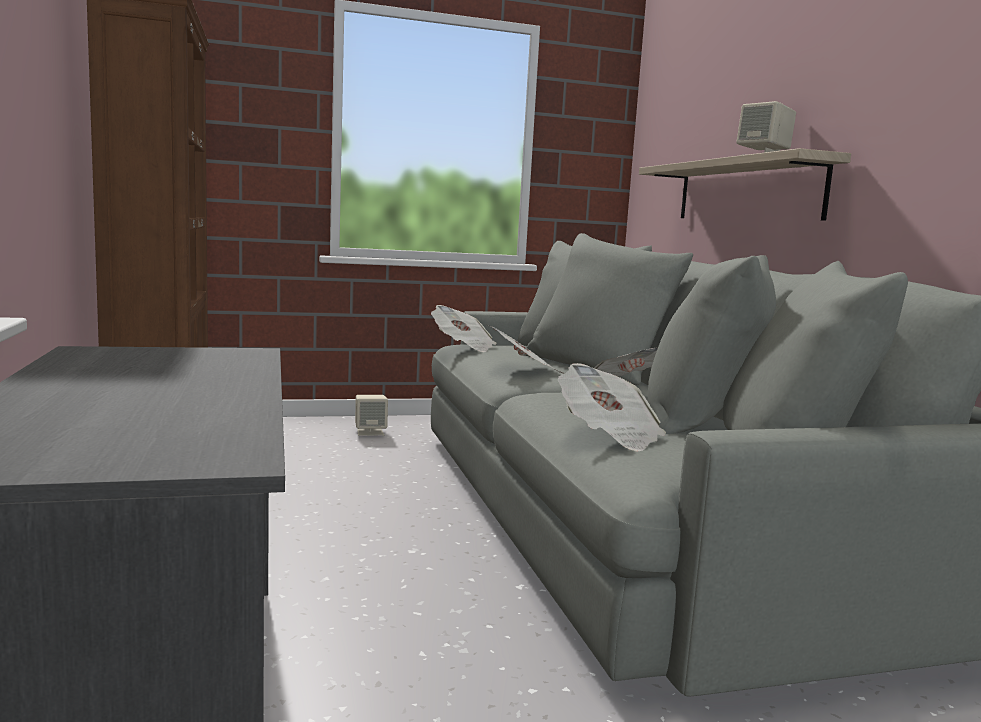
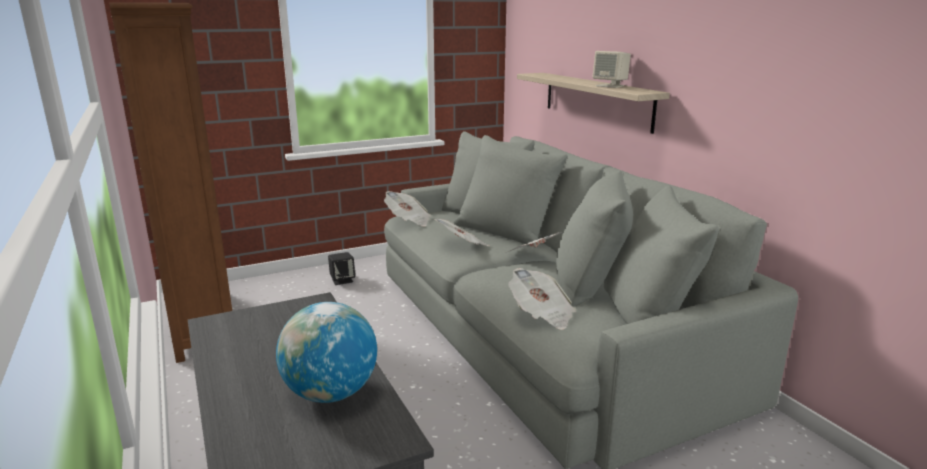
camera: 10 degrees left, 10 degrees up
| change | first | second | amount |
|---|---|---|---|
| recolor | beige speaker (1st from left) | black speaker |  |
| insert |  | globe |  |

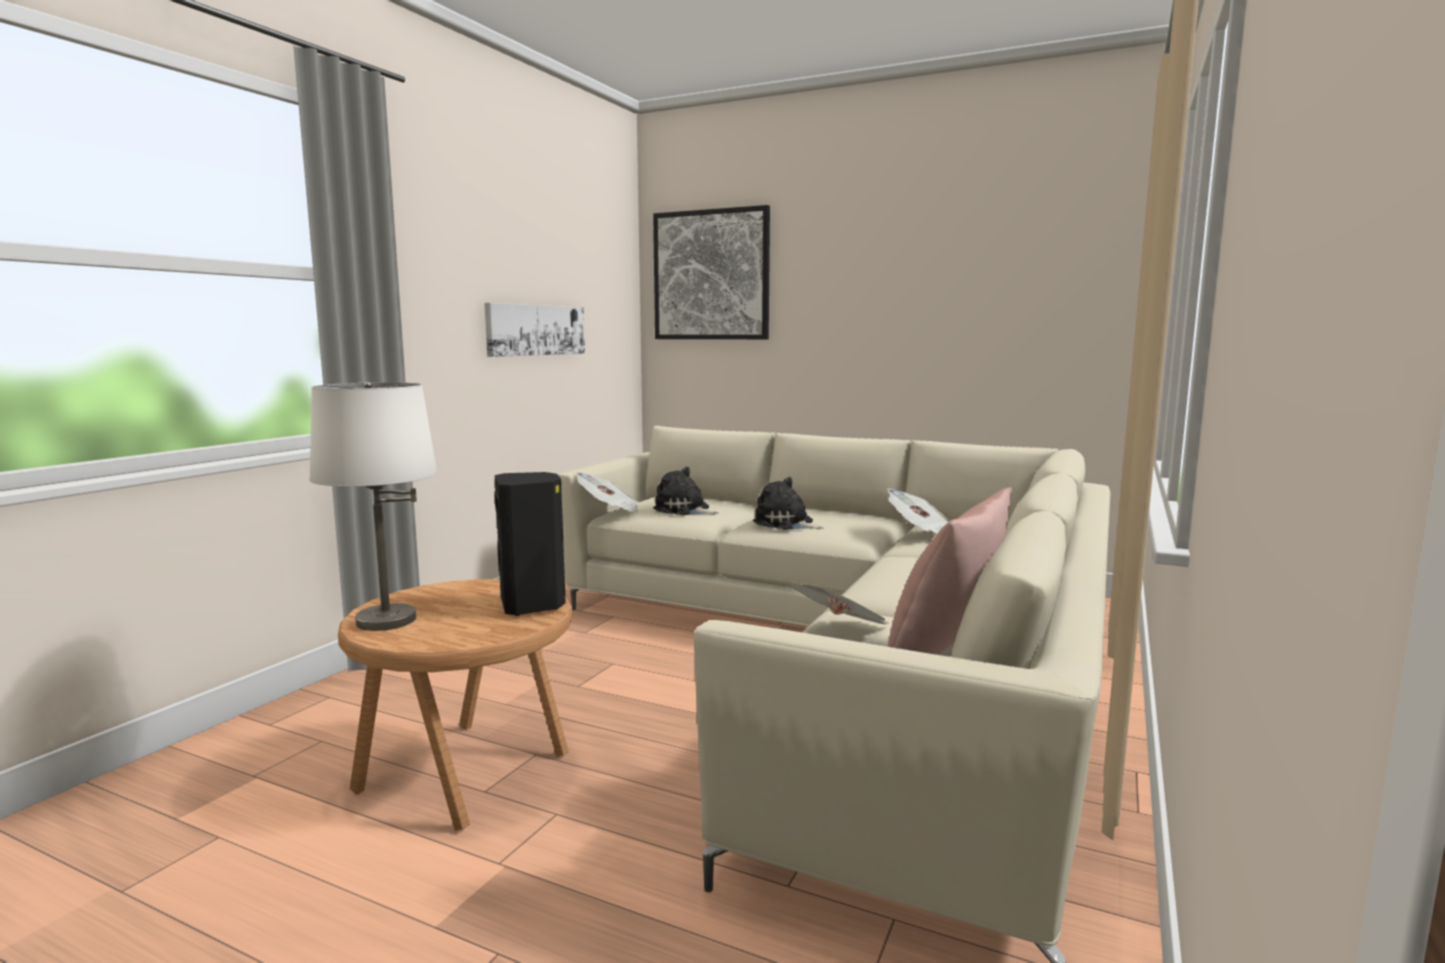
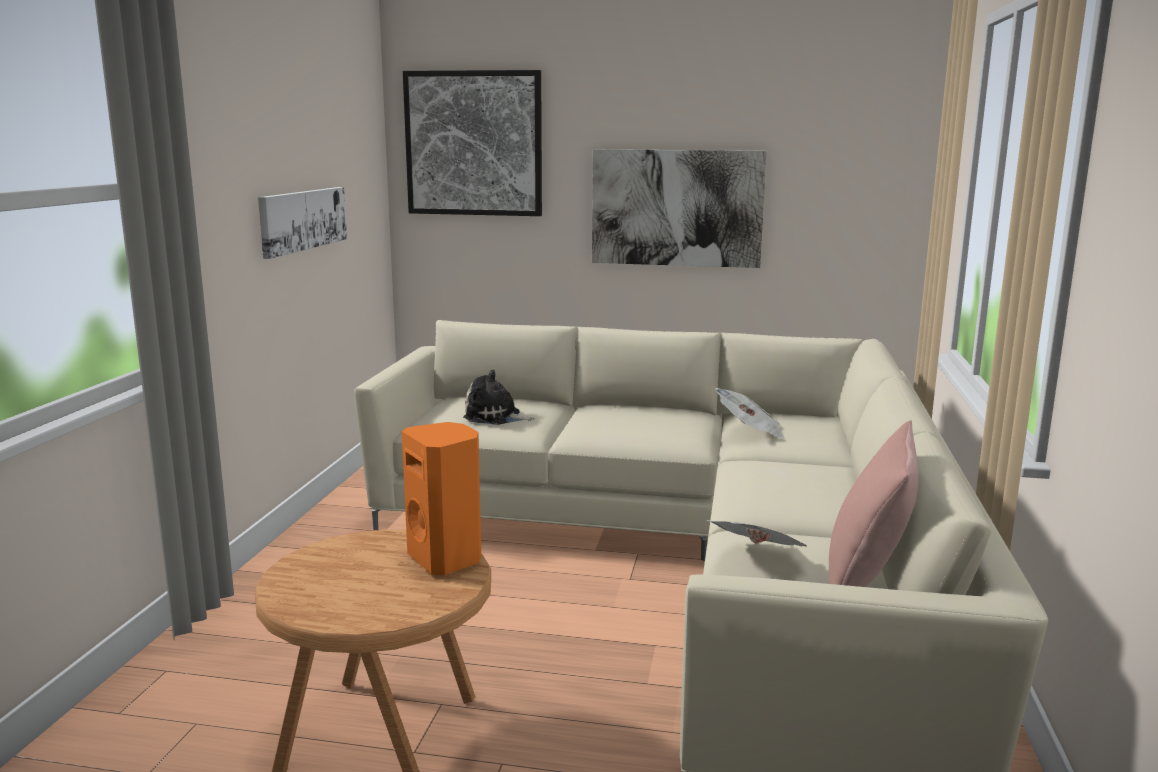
camera: 15 degrees left, 5 degrees up
| change | first | second | amount |
|---|---|---|---|
| delete | white table lamp |  |  |
| recolor | black speaker | orange speaker |  |
| delete | newspaper (1st from left) |  |  |
| delete | plush toy (2nd from left) |  |  |
| insert |  | picture (3rd from left) |  |

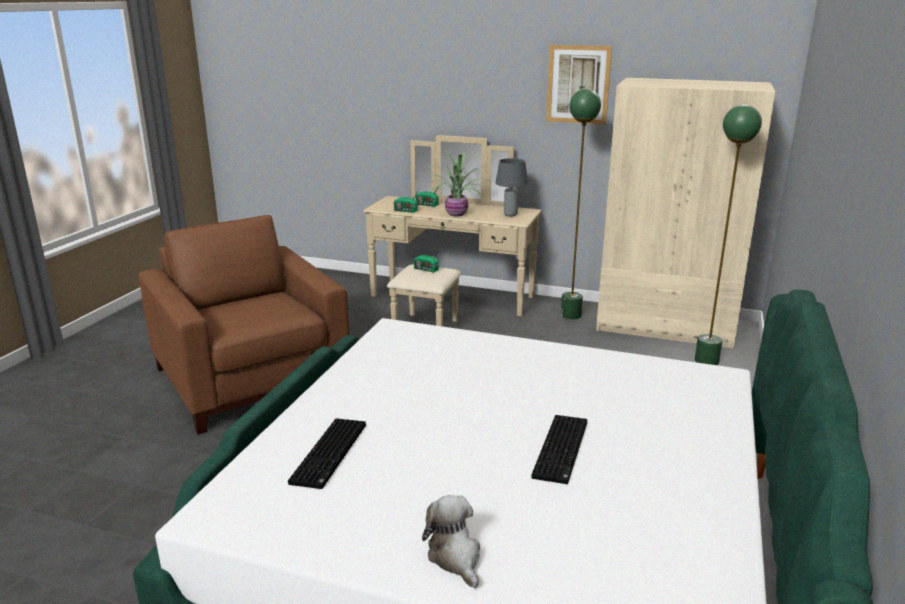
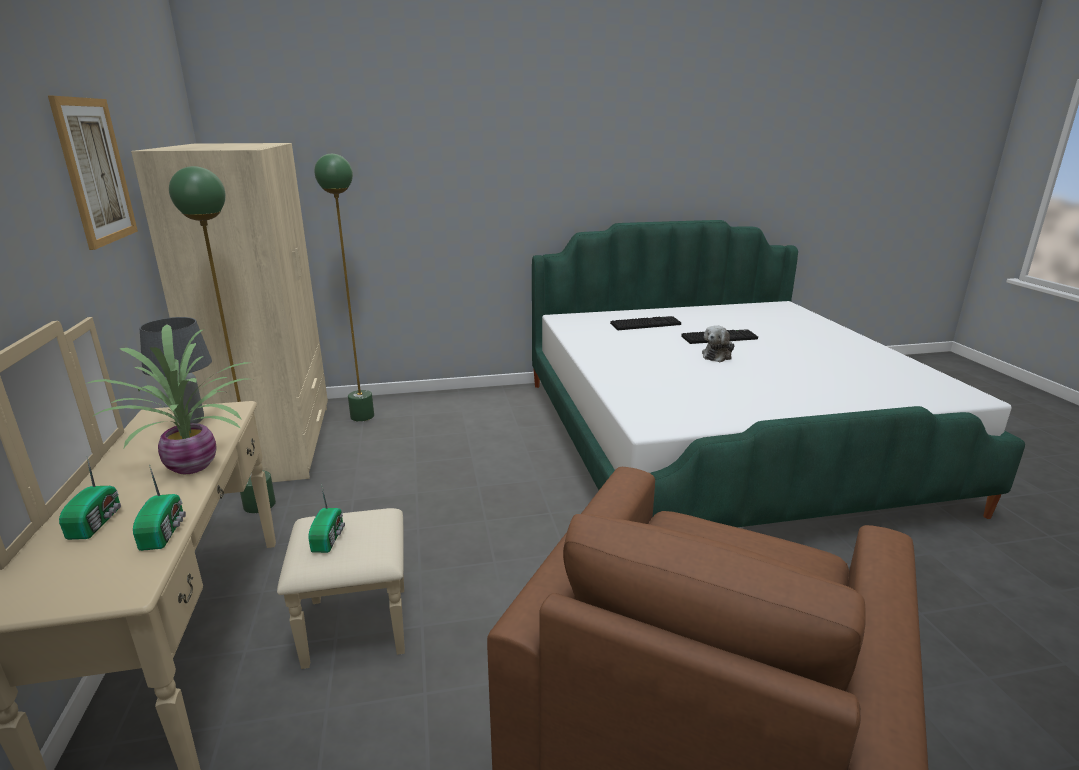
camera: 120 degrees left, 0 degrees up
| change | first | second | amount |
|---|---|---|---|
| move | keyboard (1st from left) |  |  |
| move | plush toy |  |  |

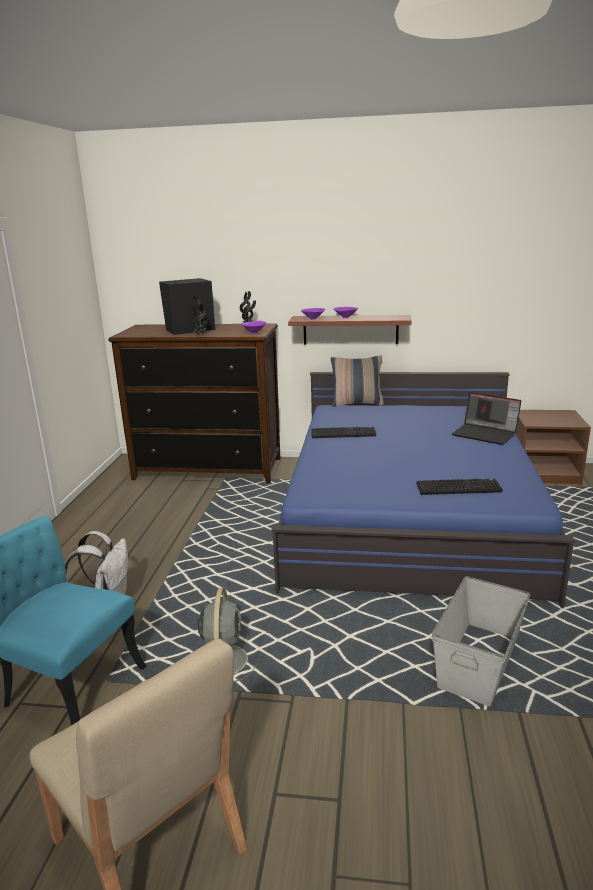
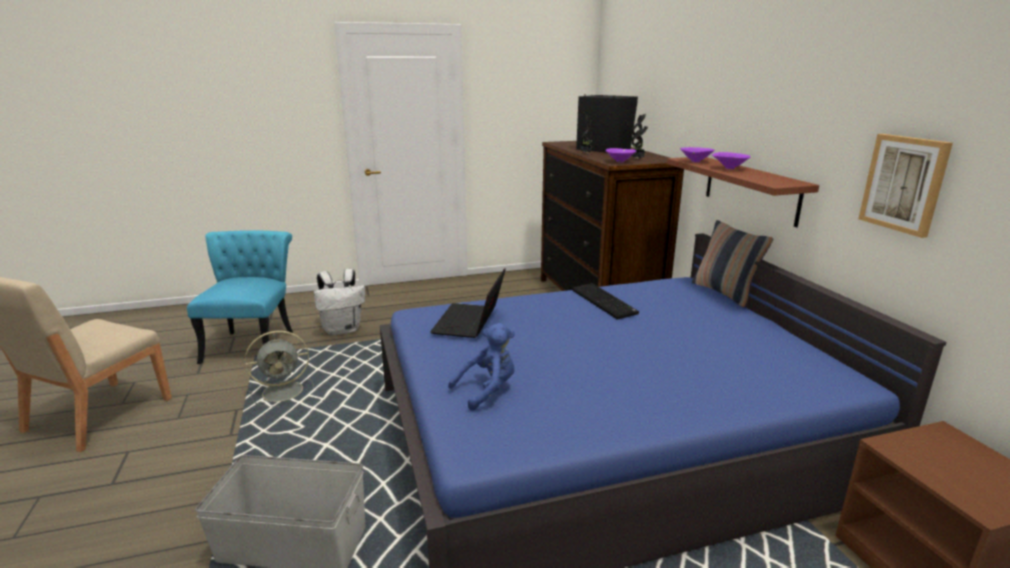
camera: 65 degrees right, 0 degrees up
| change | first | second | amount |
|---|---|---|---|
| move | laptop |  |  |
| replace | keyboard (2nd from left) | blue plush toy |  |
| insert |  | picture |  |

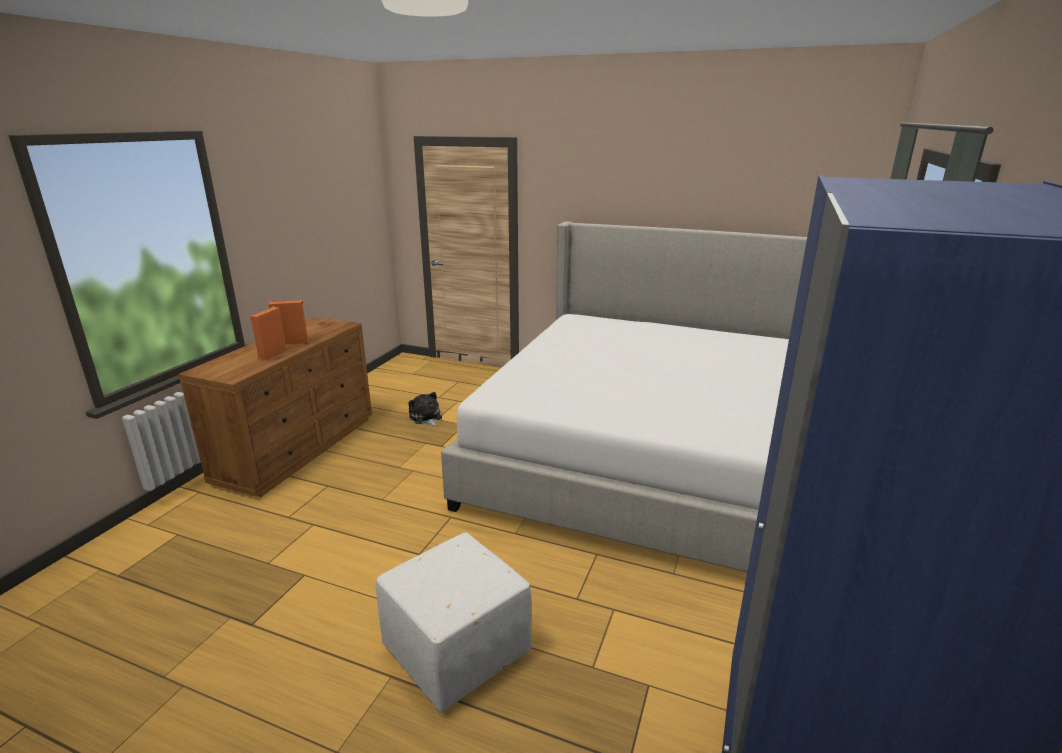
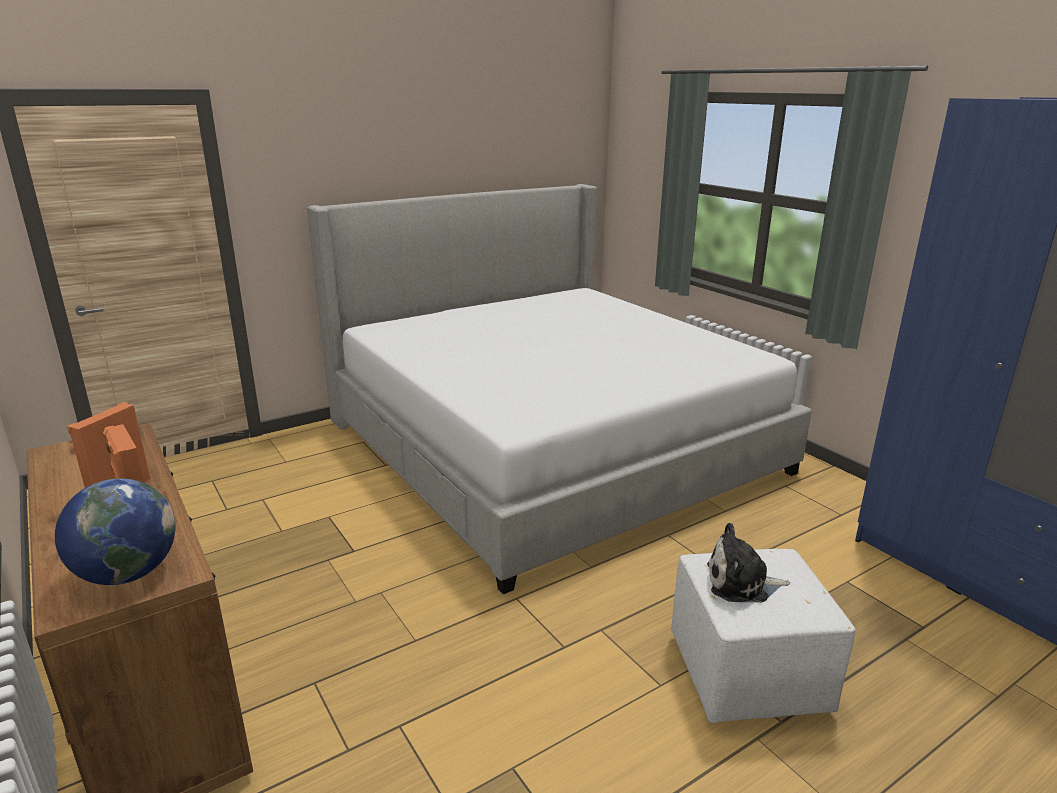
camera: 55 degrees left, 0 degrees up
| change | first | second | amount |
|---|---|---|---|
| move | plush toy |  |  |
| insert |  | globe |  |

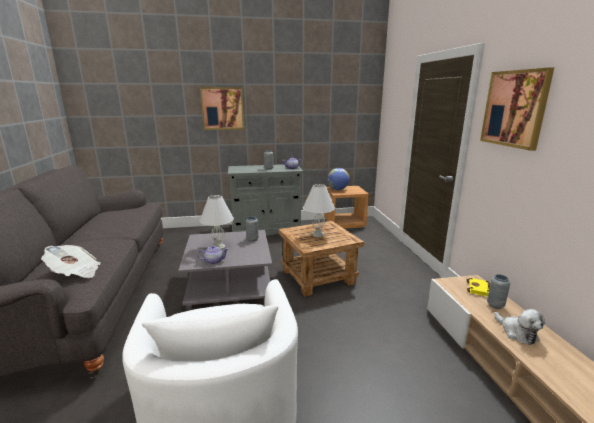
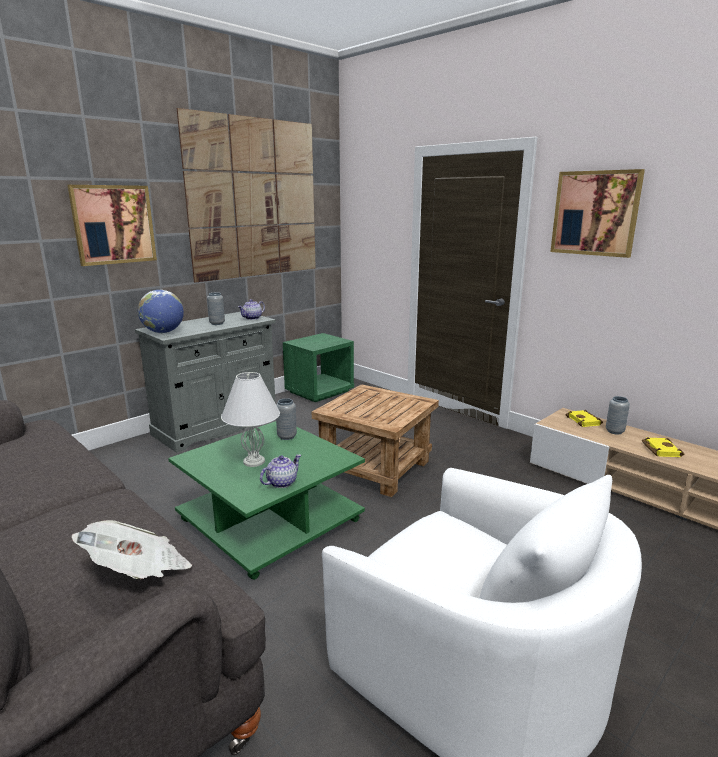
camera: 35 degrees left, 0 degrees up
| change | first | second | amount |
|---|---|---|---|
| move | globe |  |  |
| delete | white table lamp (2nd from left) |  |  |
| recolor | brown nightstand | green nightstand |  |
| recolor | grey coffee table | green coffee table |  |
| replace | plush toy | yellow book (2nd from left) |  |
| insert |  | picture (2nd from left) |  |

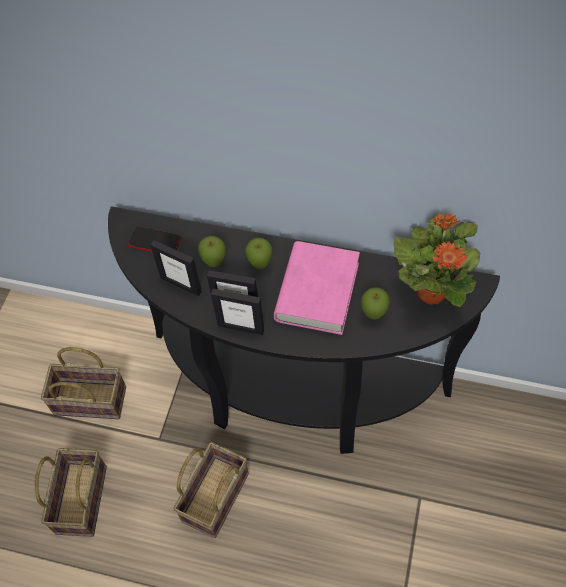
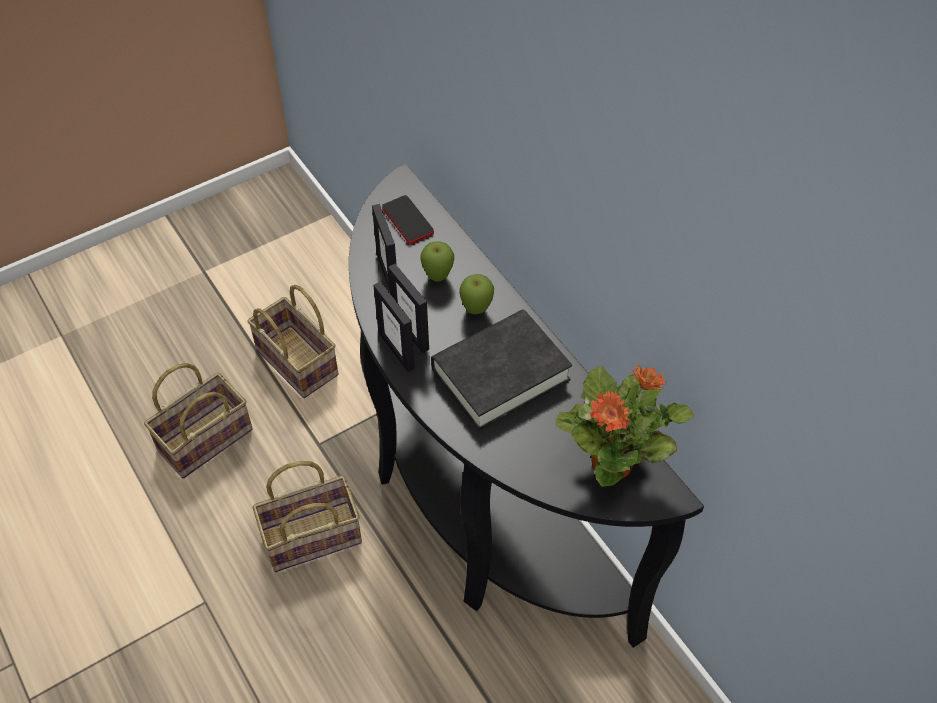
camera: 40 degrees right, 5 degrees down
| change | first | second | amount |
|---|---|---|---|
| recolor | pink book | black book |  |
| delete | apple (3rd from left) |  |  |

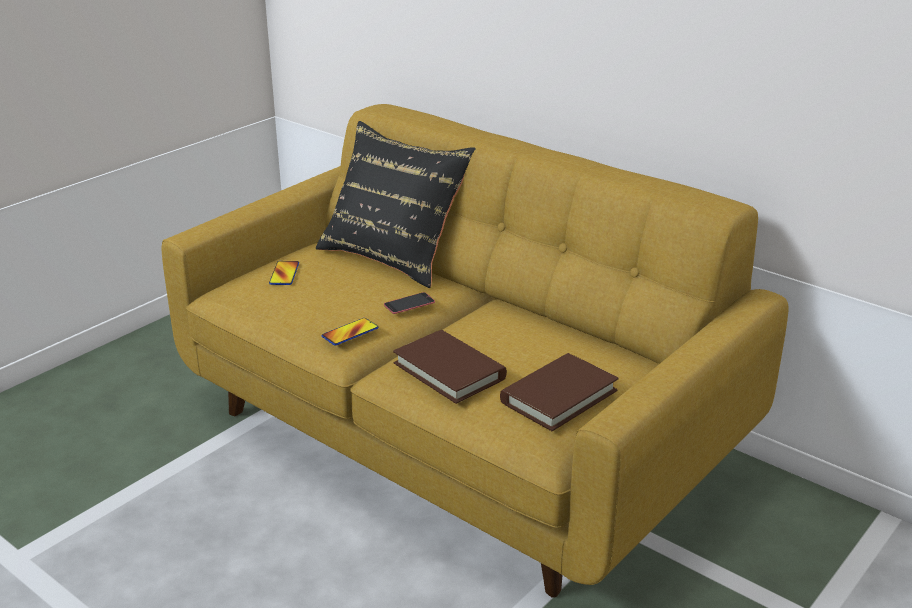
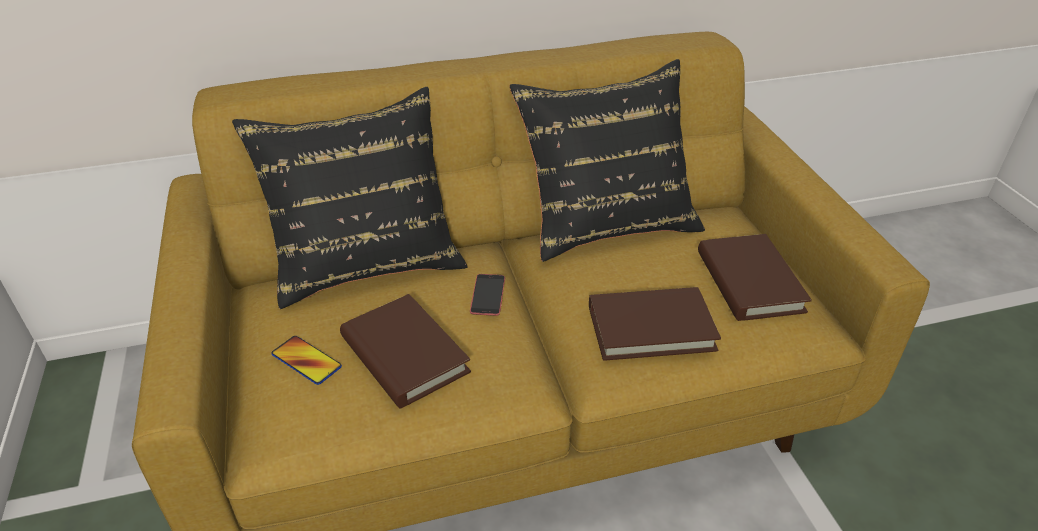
camera: 55 degrees left, 10 degrees up
| change | first | second | amount |
|---|---|---|---|
| delete | phone (2nd from left) |  |  |
| insert |  | black pillow (2nd from left) |  |
| insert |  | brown book (1st from left) |  |

